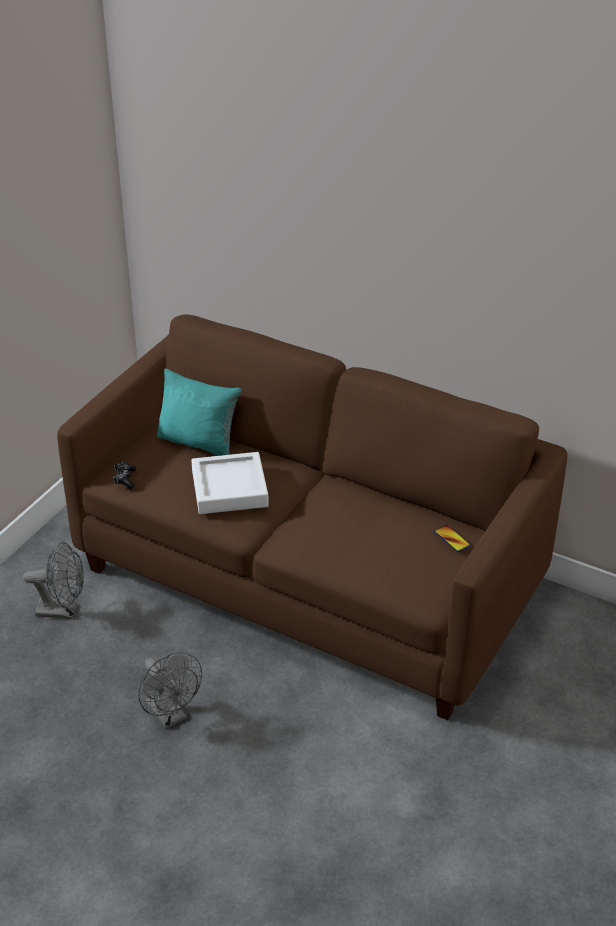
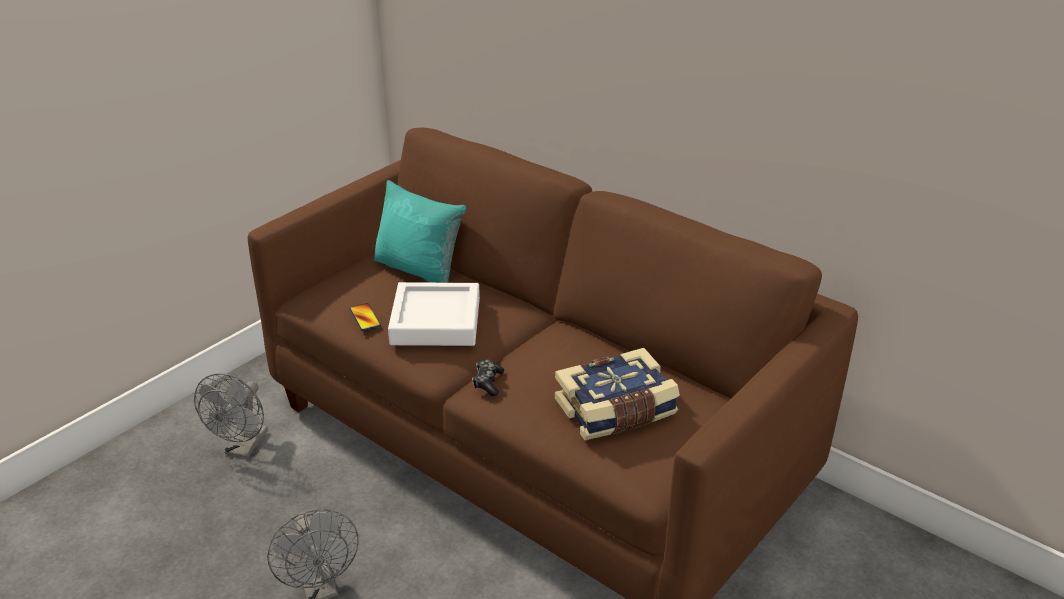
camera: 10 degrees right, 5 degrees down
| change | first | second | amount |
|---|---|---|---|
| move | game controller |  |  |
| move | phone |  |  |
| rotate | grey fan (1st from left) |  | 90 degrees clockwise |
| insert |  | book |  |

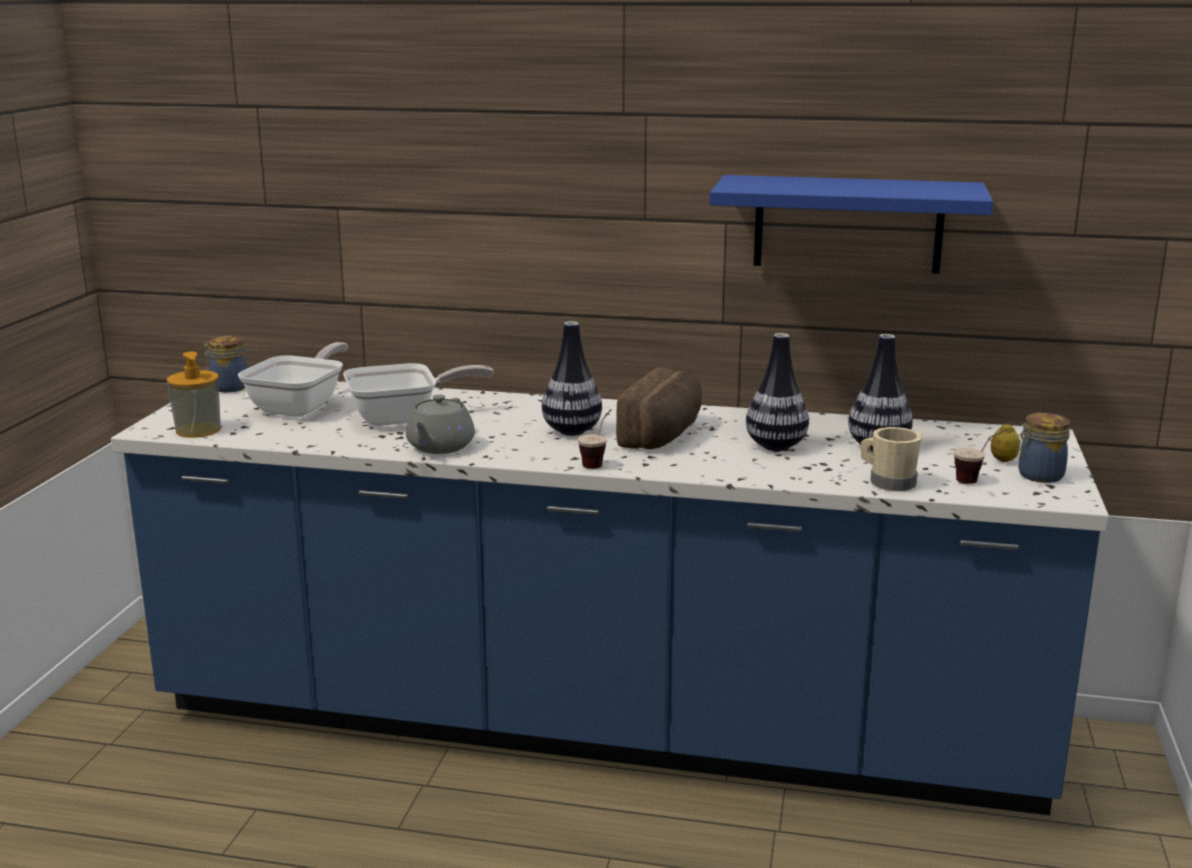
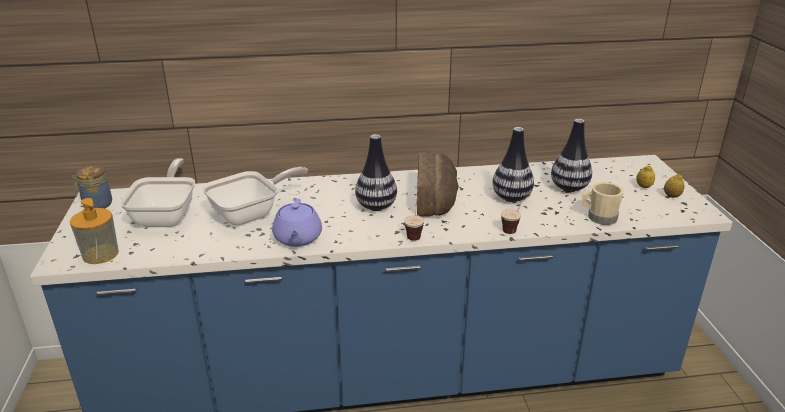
camera: 20 degrees left, 10 degrees up
| change | first | second | amount |
|---|---|---|---|
| delete | blue shelf |  |  |
| recolor | grey teapot | purple teapot |  |
| replace | jar (2nd from left) | lemon (2nd from left) |  |
| move | cup (2nd from left) |  |  |

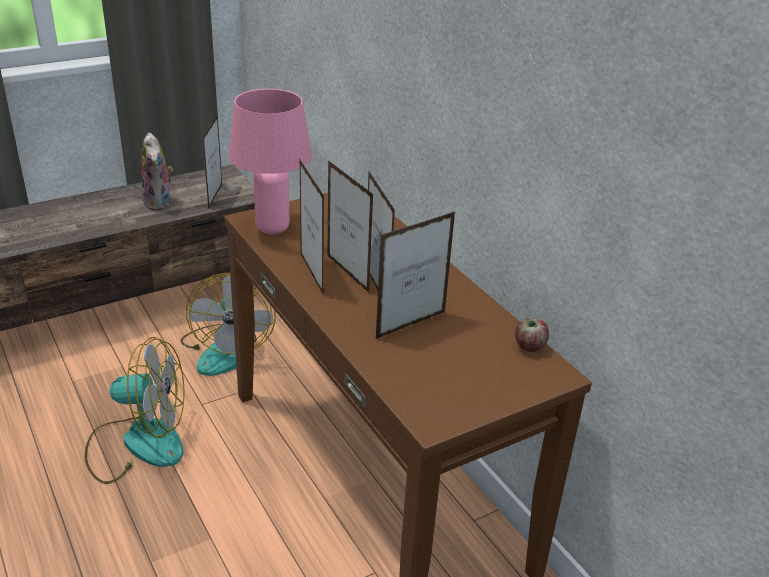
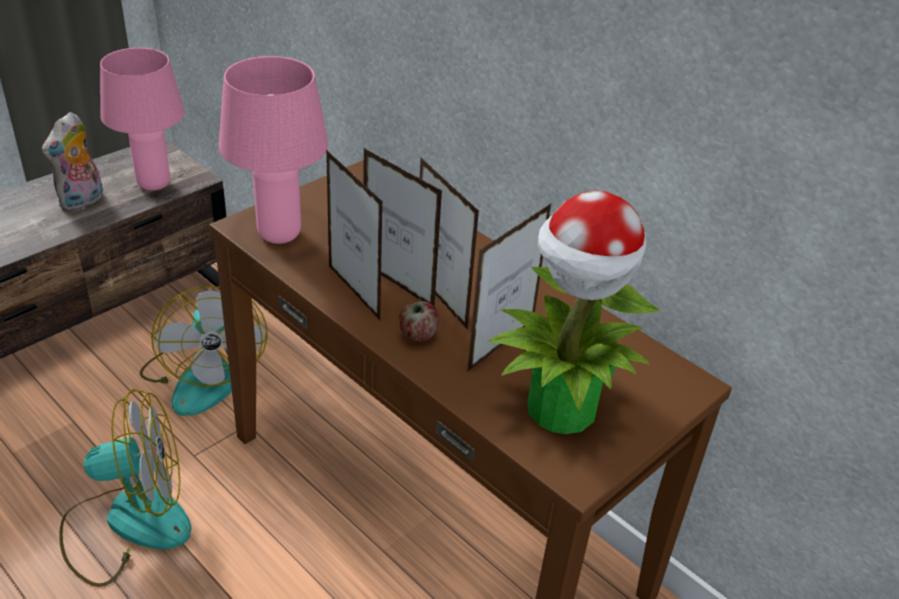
camera: 15 degrees left, 5 degrees up
| change | first | second | amount |
|---|---|---|---|
| replace | picture frame (1st from left) | pink table lamp (1st from left) |  |
| rotate | plush toy |  | 60 degrees clockwise |
| move | apple |  |  |
| insert |  | potted plant |  |

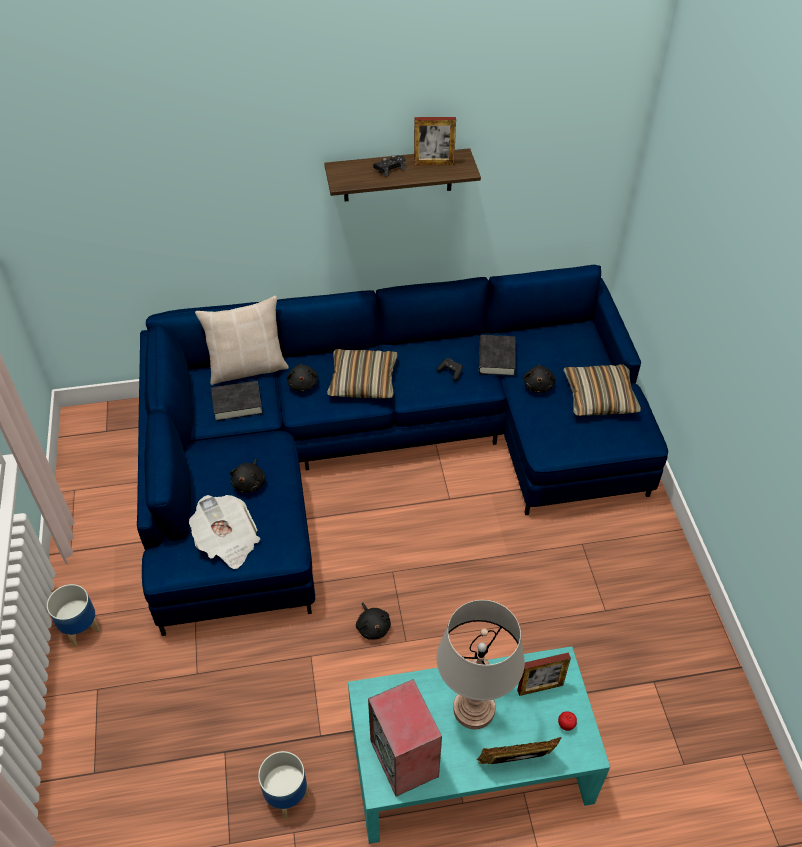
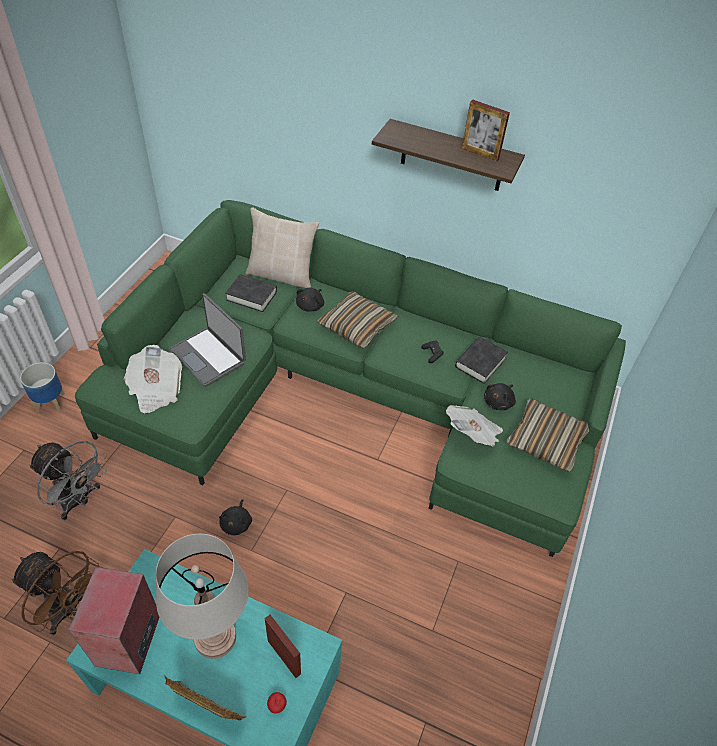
camera: 30 degrees right, 0 degrees up
| change | first | second | amount |
|---|---|---|---|
| delete | black game controller (1st from left) |  |  |
| recolor | blue sofa | green sofa |  |
| replace | black plush toy (1st from left) | laptop |  |
| rotate | picture frame (3rd from left in the first image) | picture frame (2nd from left) | 150 degrees counterclockwise |
| replace | planter (2nd from left) | brown fan |  |
| insert |  | newspaper (2nd from left) |  |
| insert |  | grey fan |  |

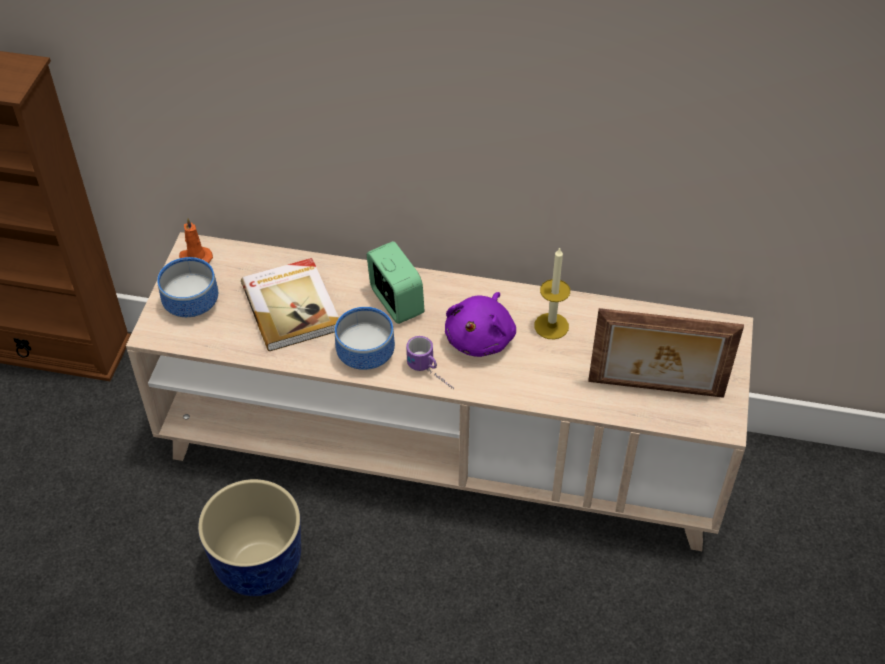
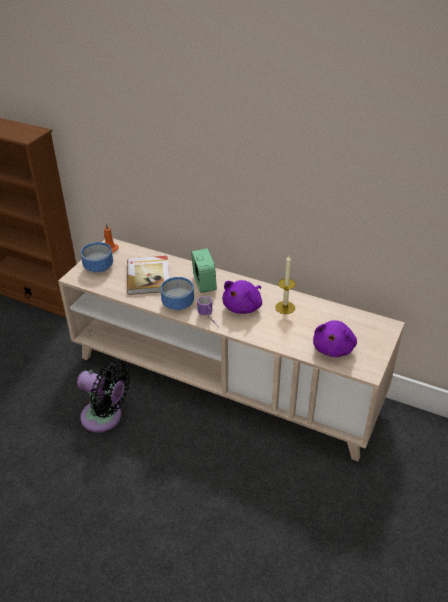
camera: 15 degrees right, 10 degrees down
| change | first | second | amount |
|---|---|---|---|
| replace | picture frame | purple plush toy (2nd from left) |  |
| replace | planter | black fan |  |

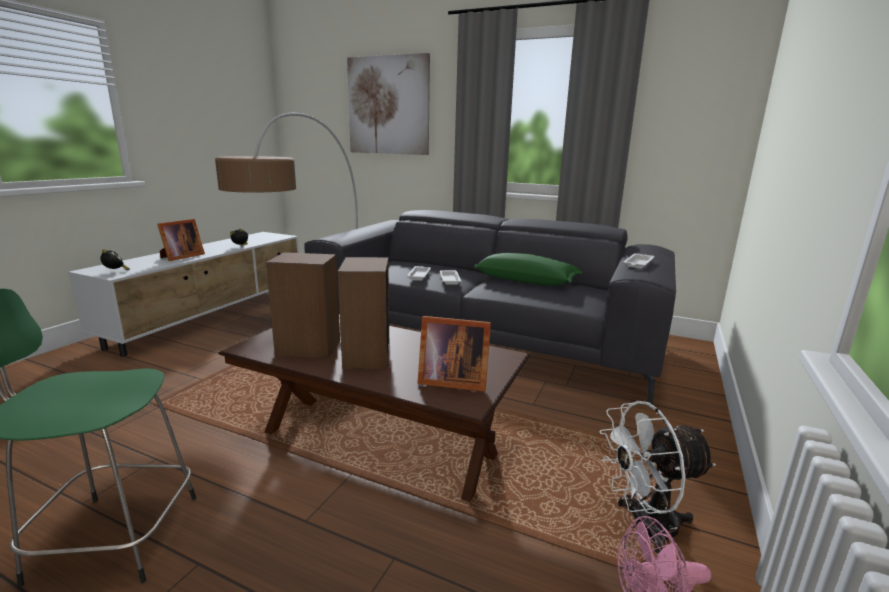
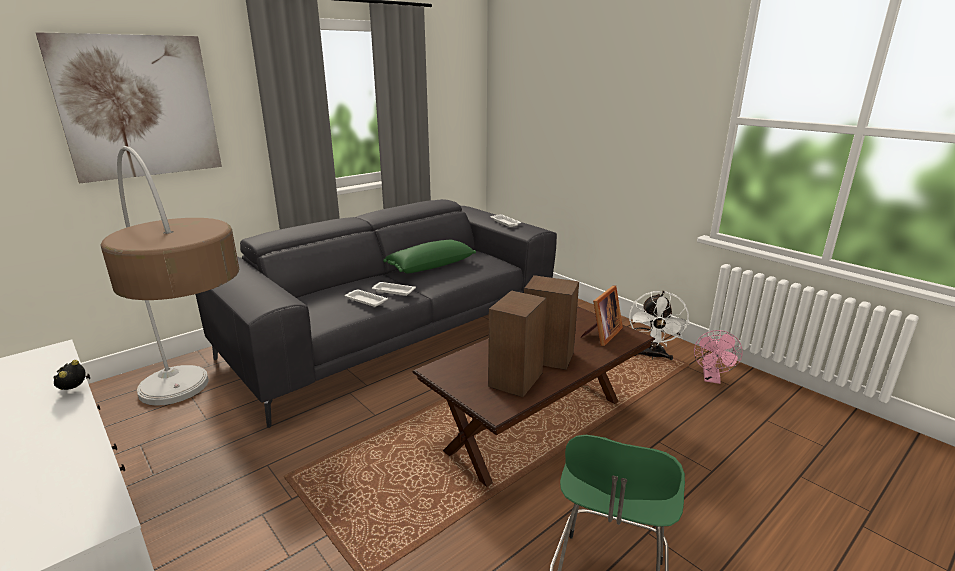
camera: 65 degrees left, 5 degrees up
| change | first | second | amount |
|---|---|---|---|
| delete | picture frame (1st from left) |  |  |
| delete | alarm clock (1st from left) |  |  |

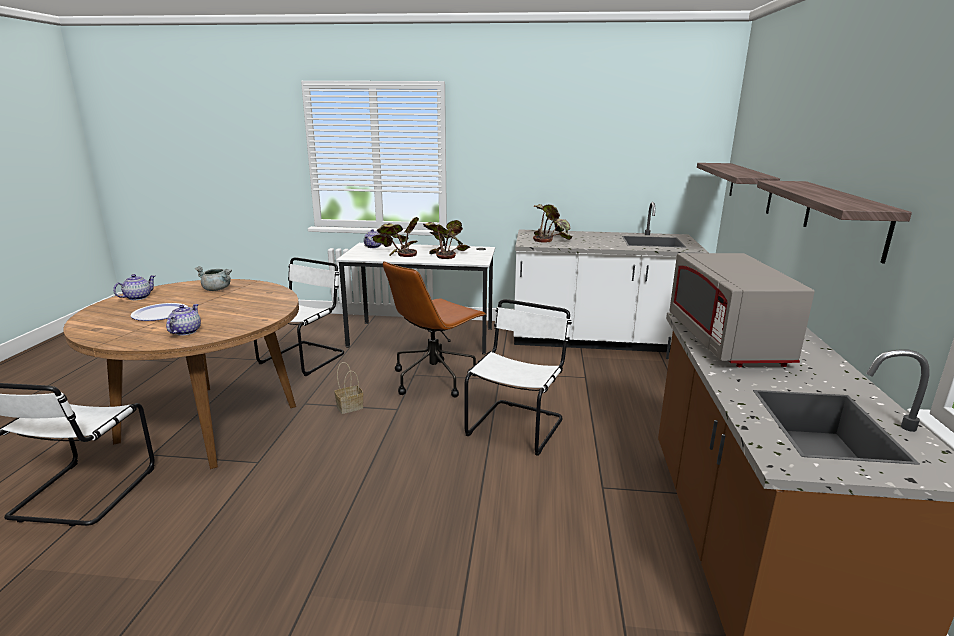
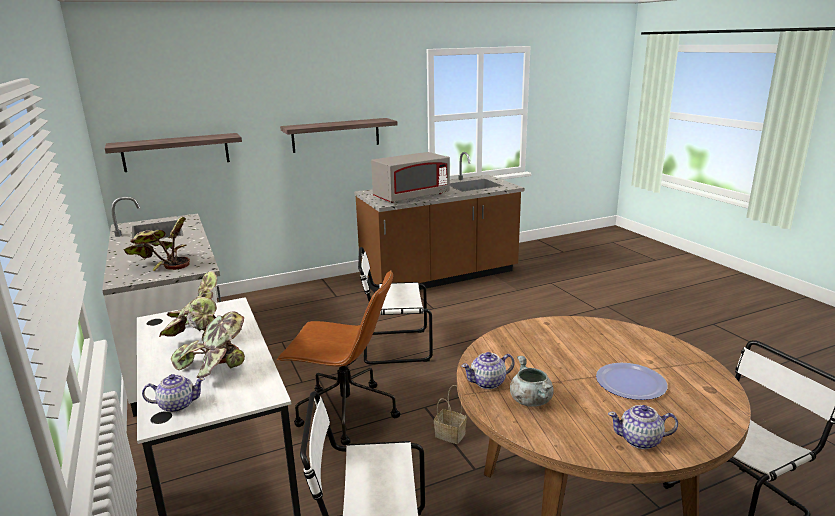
camera: 120 degrees left, 0 degrees up
| change | first | second | amount |
|---|---|---|---|
| move | teapot (2nd from left) |  |  |

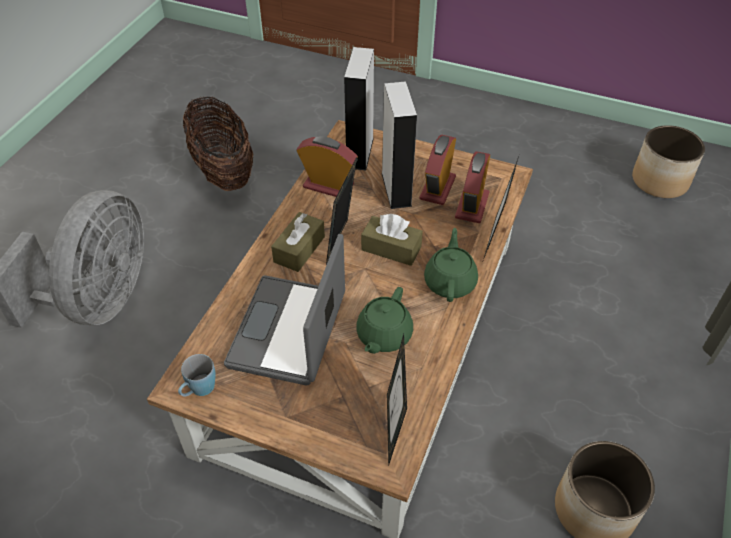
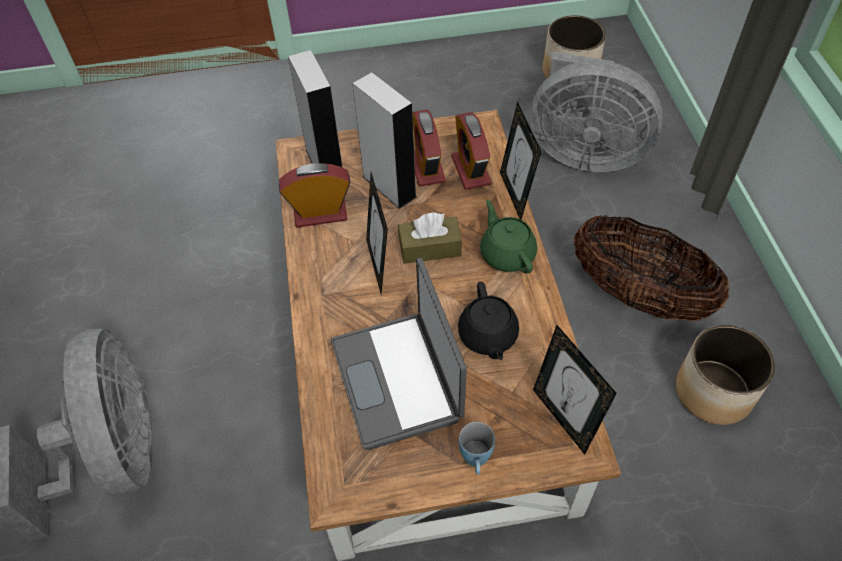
camera: 30 degrees left, 5 degrees up
| change | first | second | amount |
|---|---|---|---|
| move | basket |  |  |
| delete | brown tissue box (1st from left) |  |  |
| recolor | green teapot (1st from left) | black teapot |  |
| move | blue mug |  |  |
| insert |  | grey fan (2nd from left) |  |

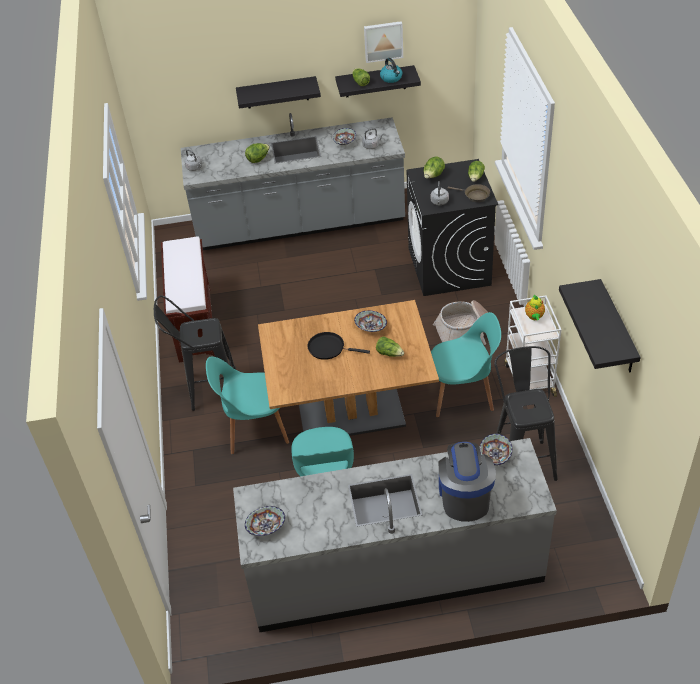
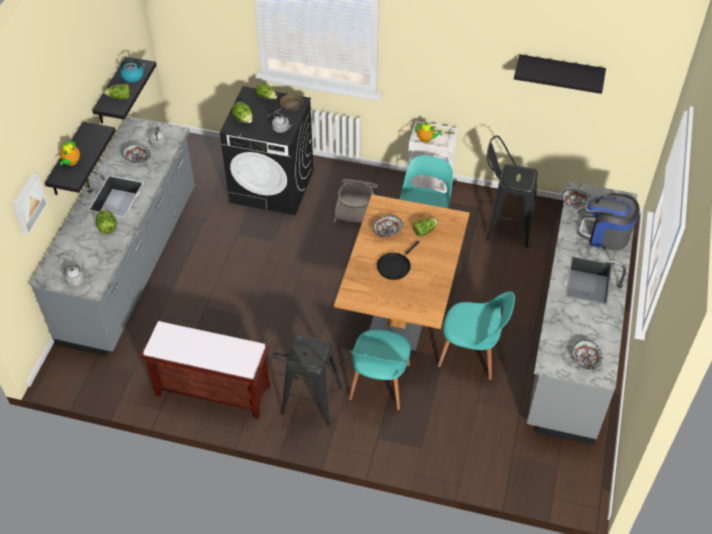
camera: 70 degrees left, 5 degrees up
| change | first | second | amount |
|---|---|---|---|
| move | picture |  |  |
| insert |  | teapot (1st from left) |  |

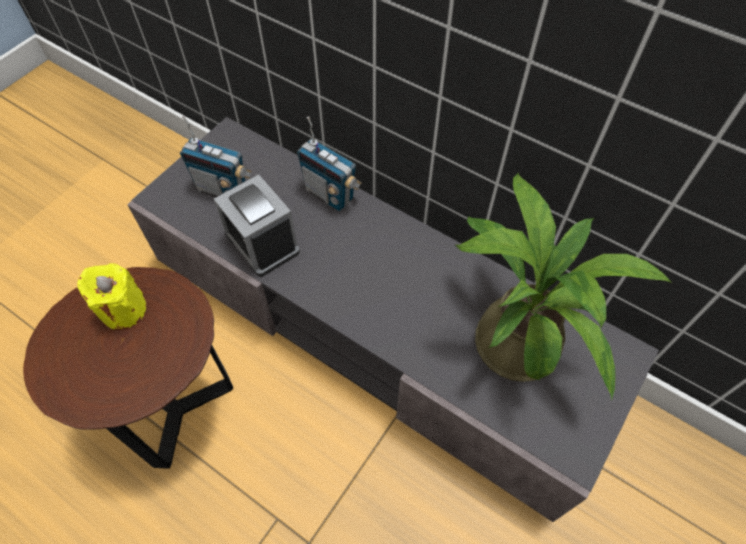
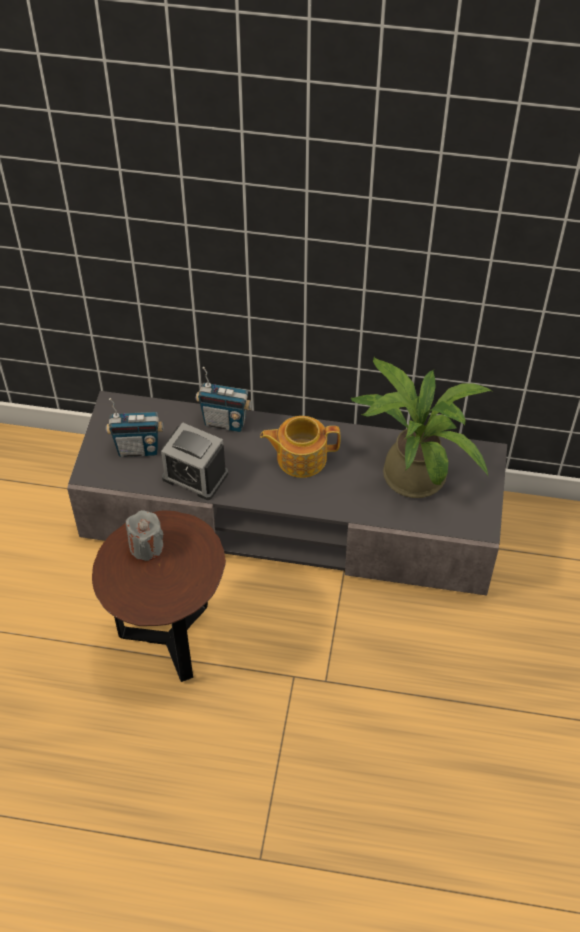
camera: 25 degrees left, 5 degrees down
| change | first | second | amount |
|---|---|---|---|
| recolor | yellow candle | grey candle |  |
| insert |  | teapot |  |

